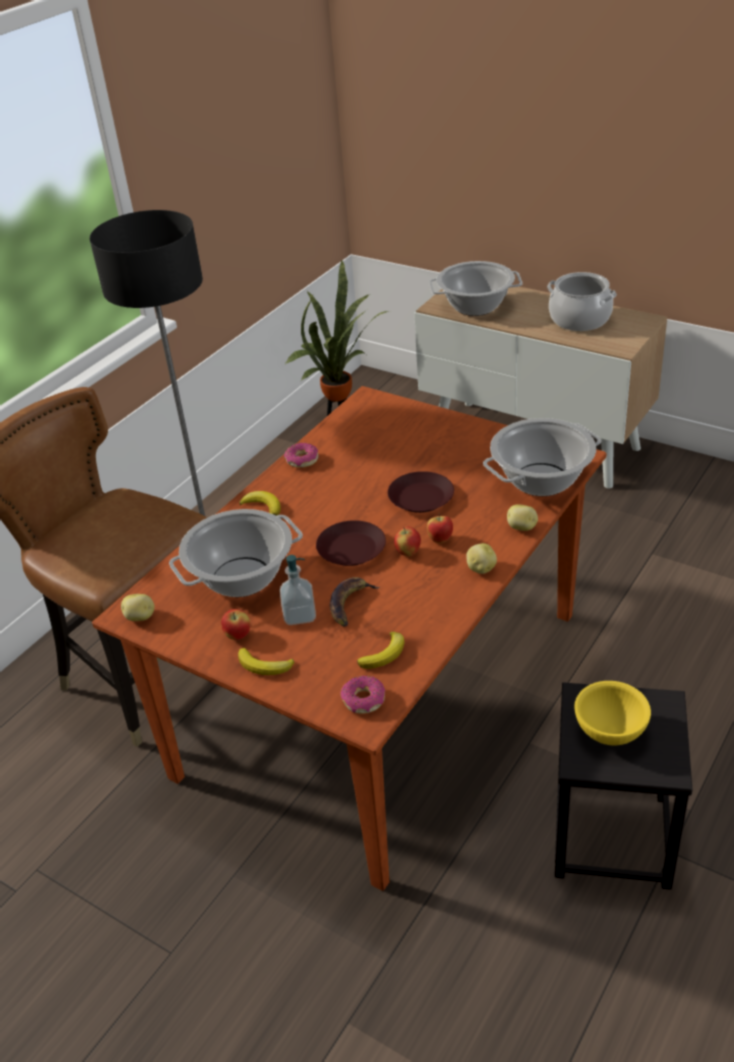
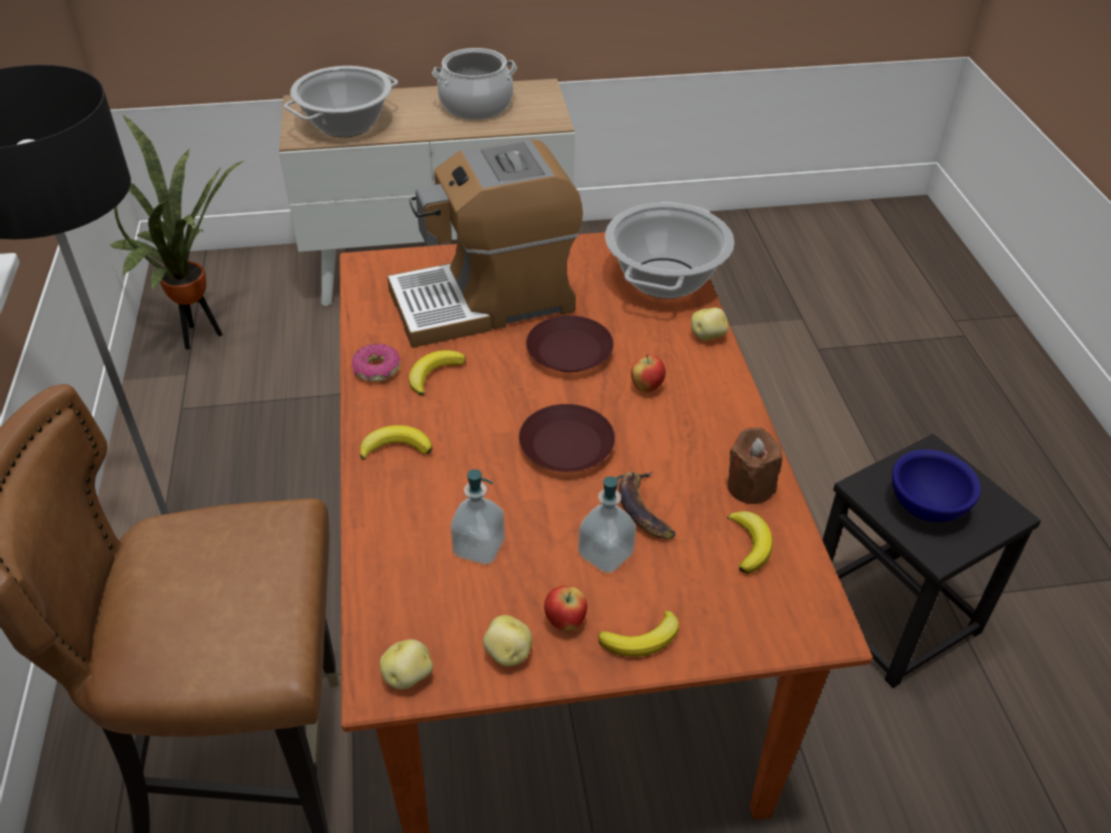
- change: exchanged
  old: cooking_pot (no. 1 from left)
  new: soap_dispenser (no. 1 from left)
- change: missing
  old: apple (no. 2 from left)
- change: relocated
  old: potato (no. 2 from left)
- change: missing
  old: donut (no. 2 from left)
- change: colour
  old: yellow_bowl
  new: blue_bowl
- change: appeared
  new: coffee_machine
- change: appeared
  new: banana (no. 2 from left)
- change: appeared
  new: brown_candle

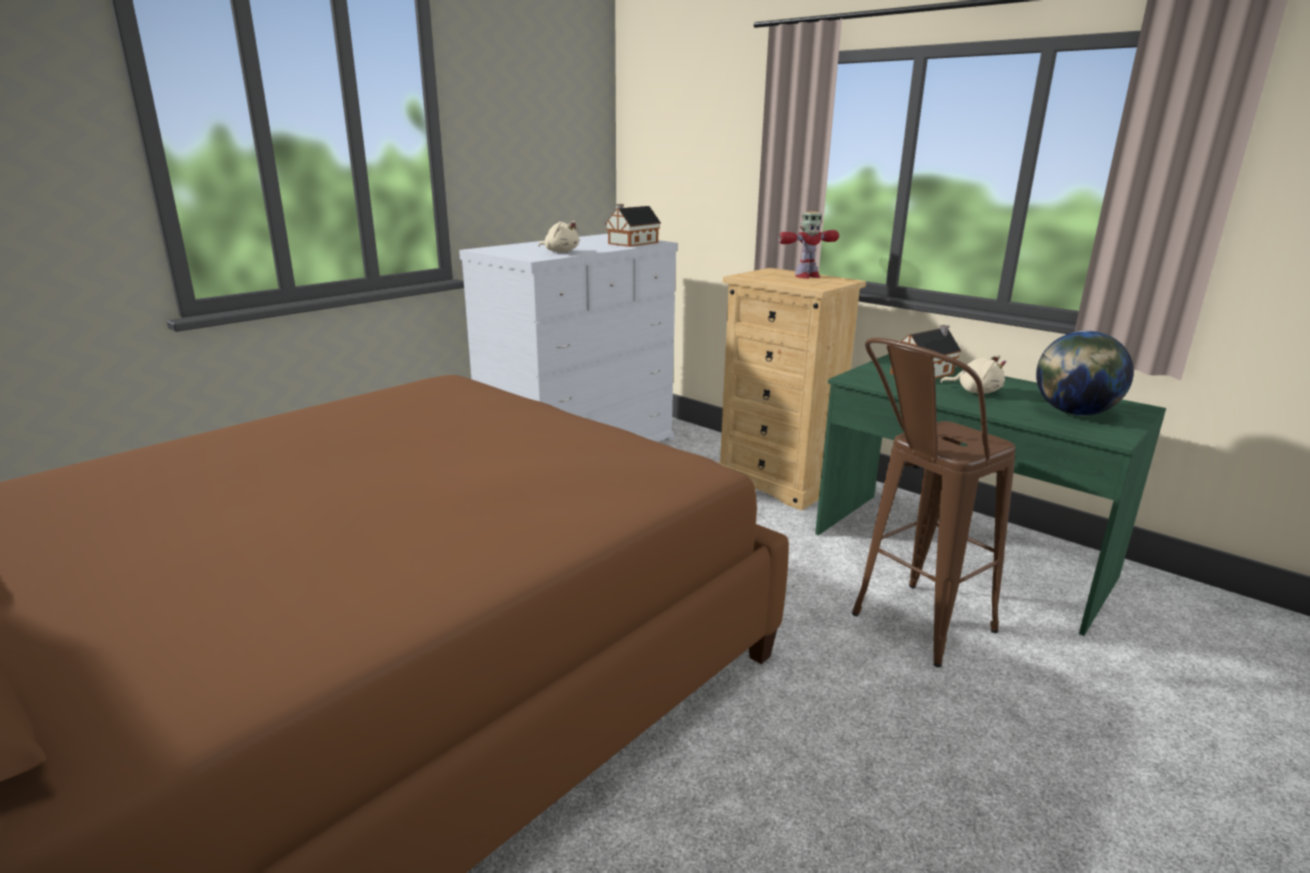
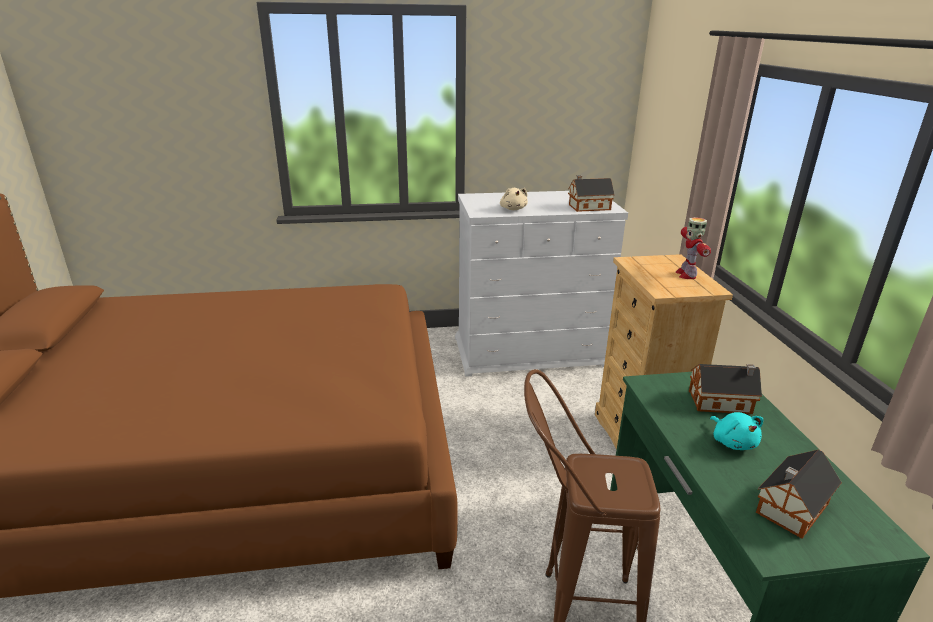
- change: spun
  old: toy_robot
  degrees: 75
- change: exchanged
  old: globe
  new: toy_house (no. 3 from left)
- change: colour
  old: beige_plush_toy (no. 2 from left)
  new: turquoise_plush_toy

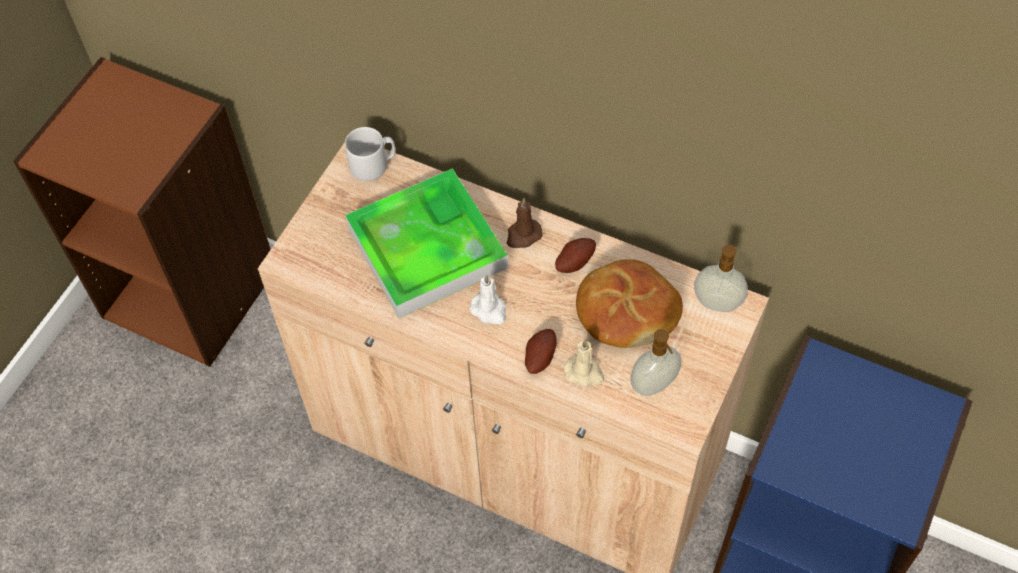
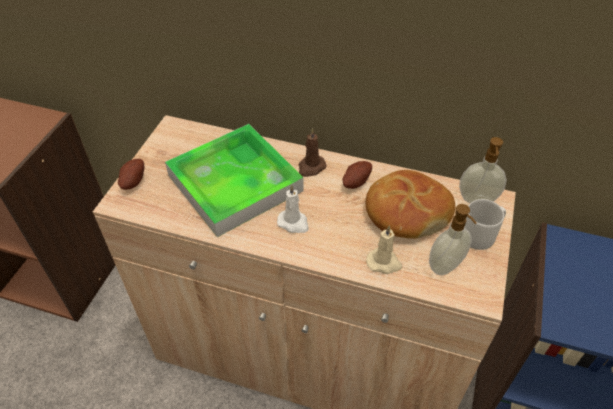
- change: relocated
  old: grey_mug
- change: relocated
  old: potato (no. 1 from left)

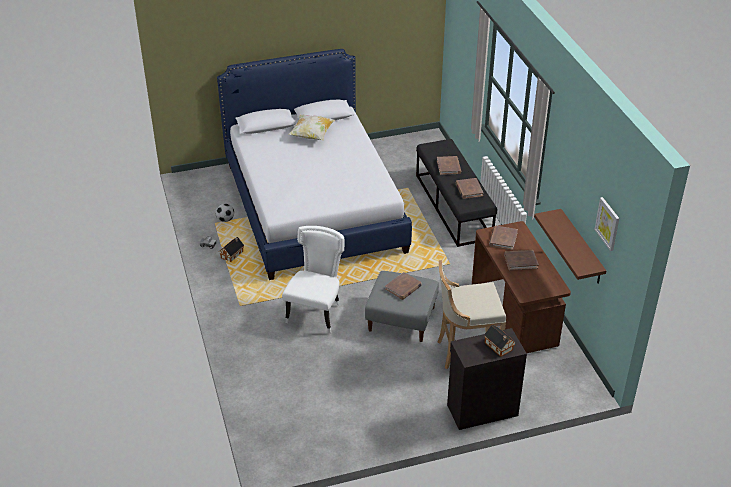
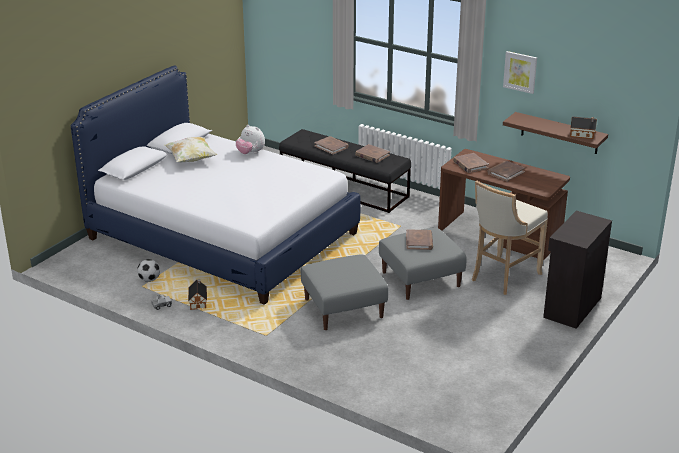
- change: relocated
  old: picture
- change: exchanged
  old: white_chair
  new: grey_ottoman (no. 1 from left)
- change: relocated
  old: toy_house (no. 2 from left)
- change: appeared
  new: plush_toy

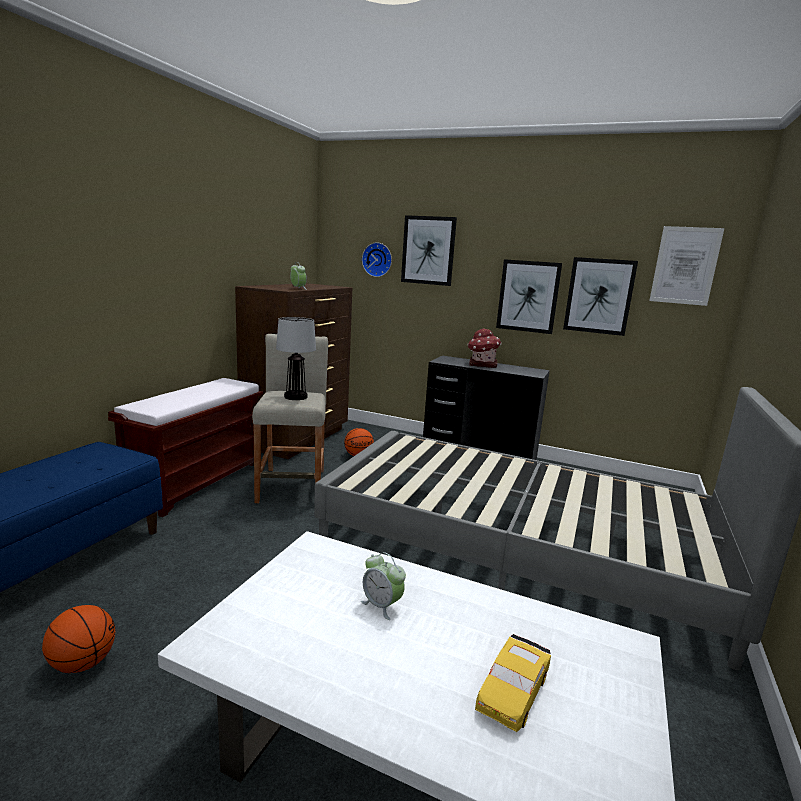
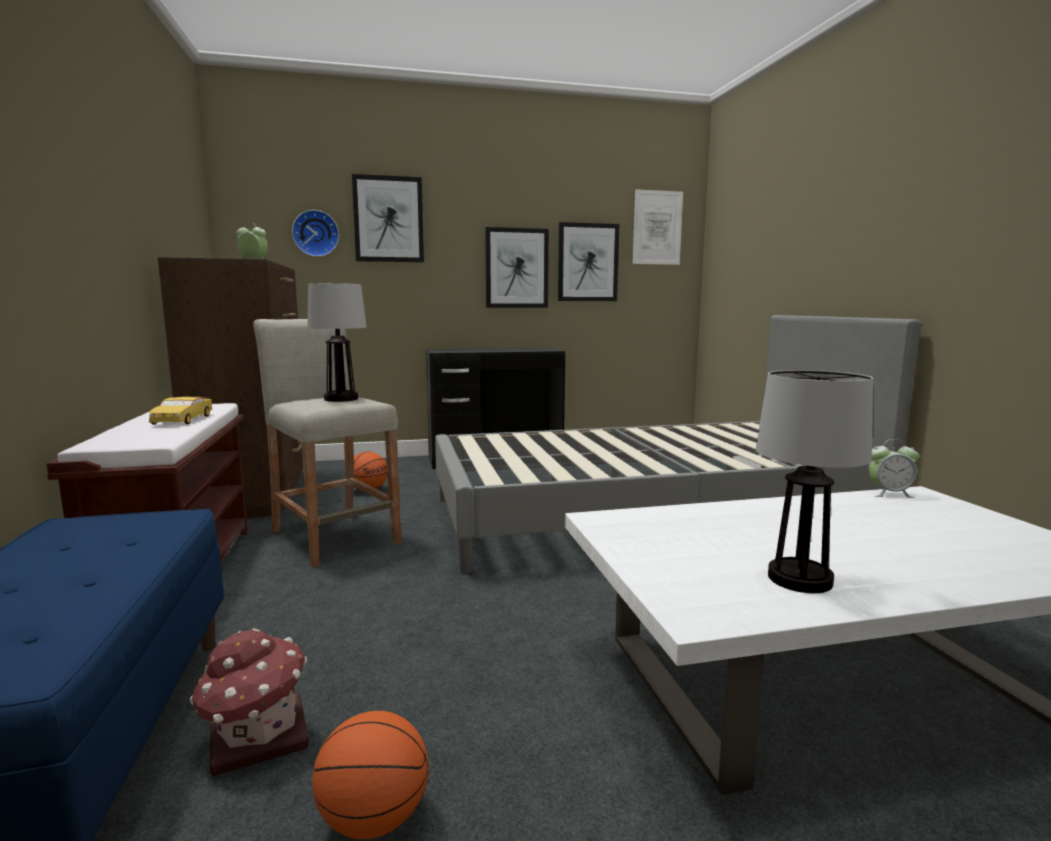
- change: relocated
  old: toy_house
- change: relocated
  old: alarm_clock (no. 2 from left)
- change: relocated
  old: yellow_toy_car
- change: appeared
  new: table_lamp (no. 2 from left)

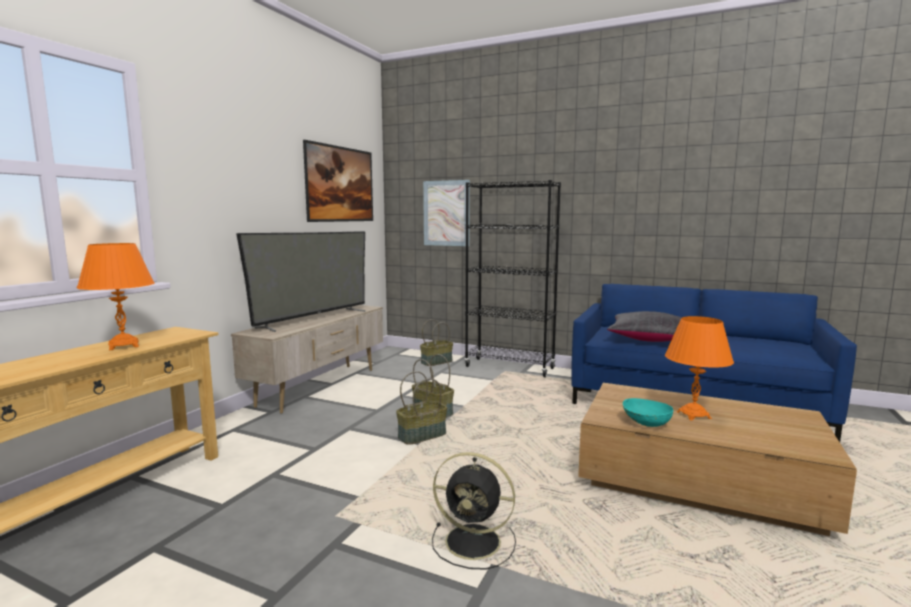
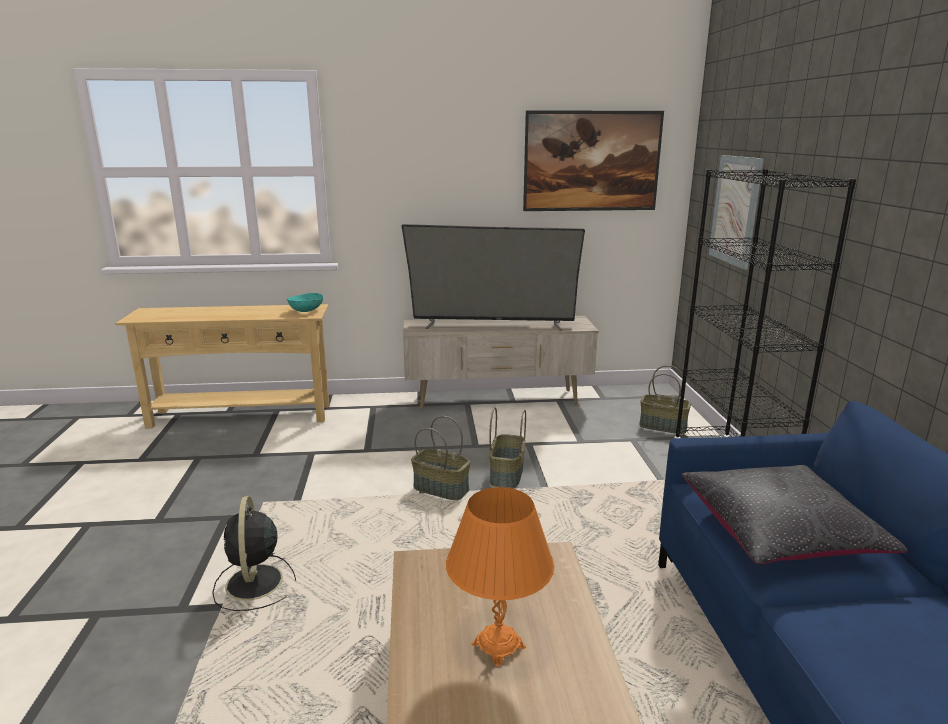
- change: missing
  old: orange_table_lamp (no. 1 from left)
- change: relocated
  old: turquoise_bowl

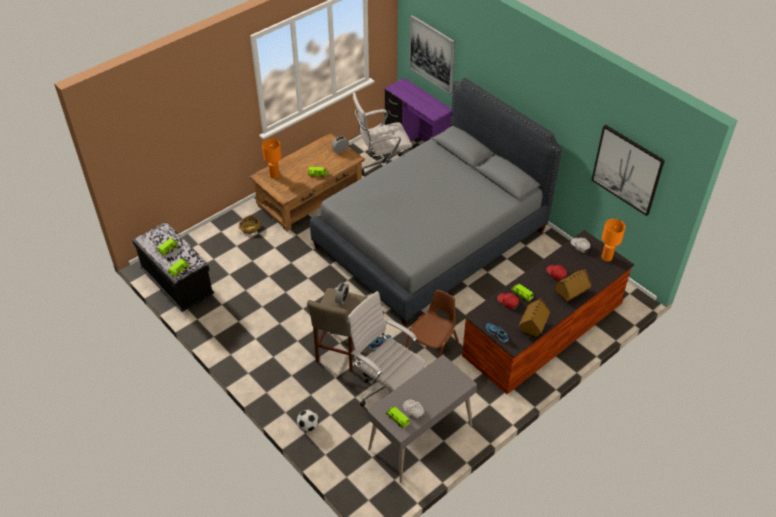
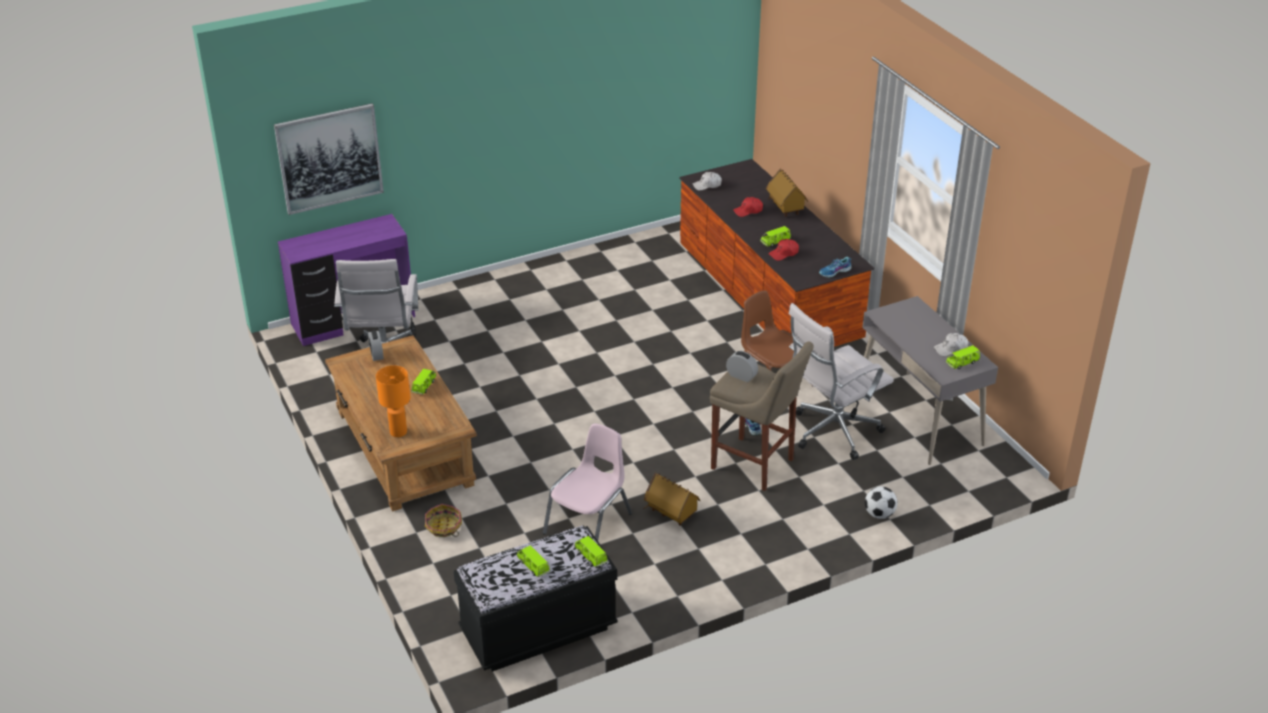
- change: missing
  old: grey_bed
- change: missing
  old: picture (no. 2 from left)
- change: missing
  old: orange_table_lamp (no. 2 from left)
- change: relocated
  old: toy_house (no. 1 from left)
- change: appeared
  new: pink_chair

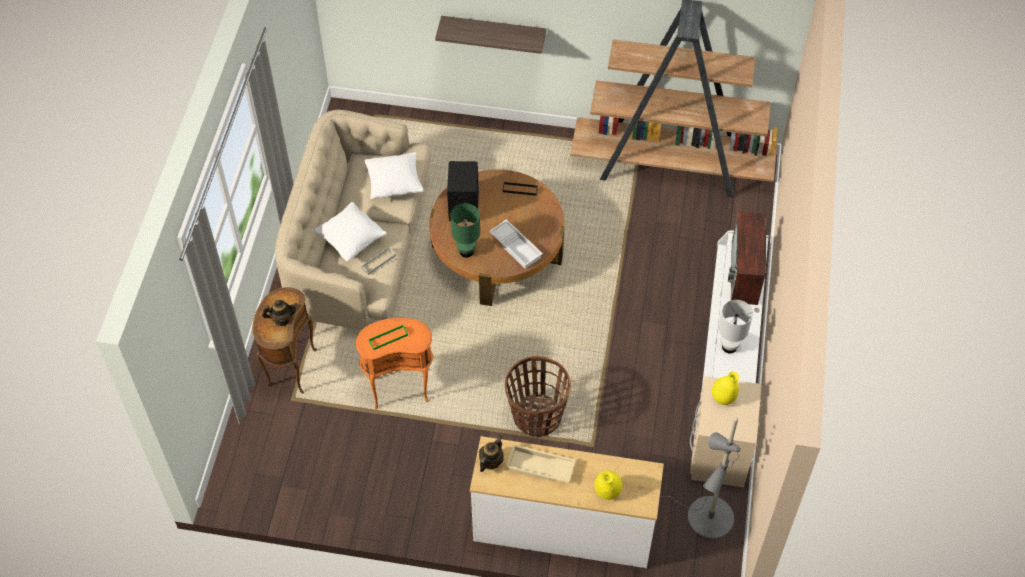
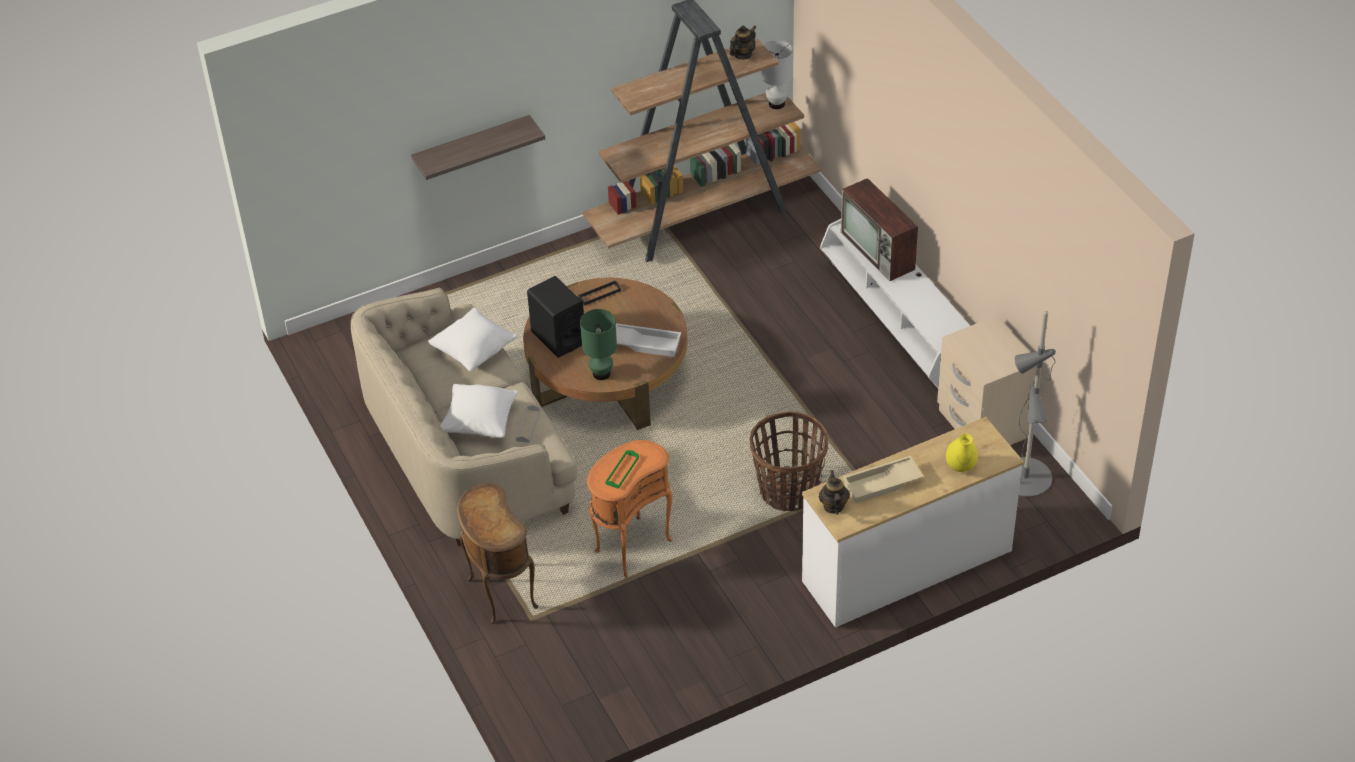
- change: relocated
  old: teapot (no. 1 from left)
- change: relocated
  old: white_table_lamp
- change: missing
  old: yellow_vase (no. 2 from left)

